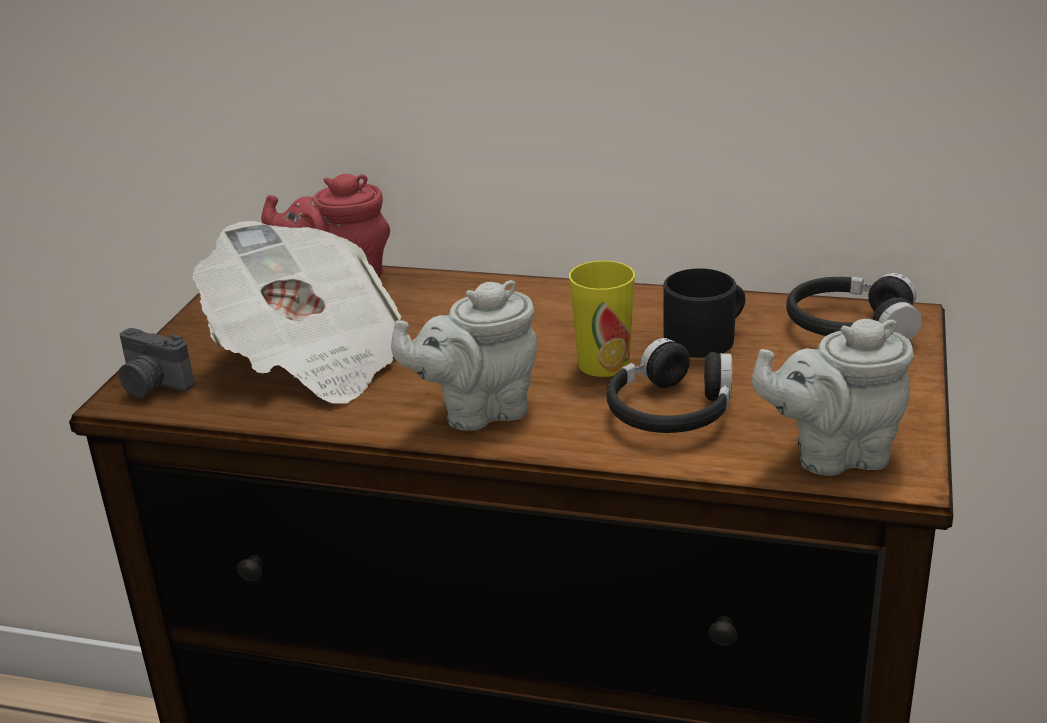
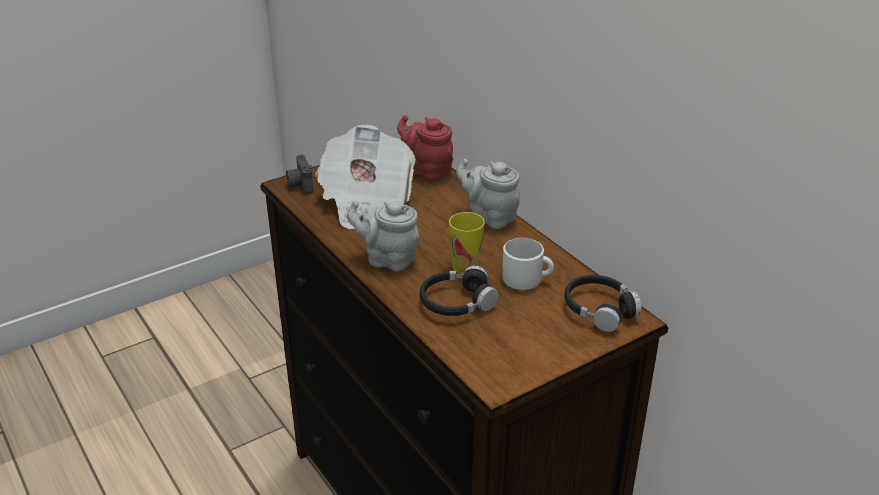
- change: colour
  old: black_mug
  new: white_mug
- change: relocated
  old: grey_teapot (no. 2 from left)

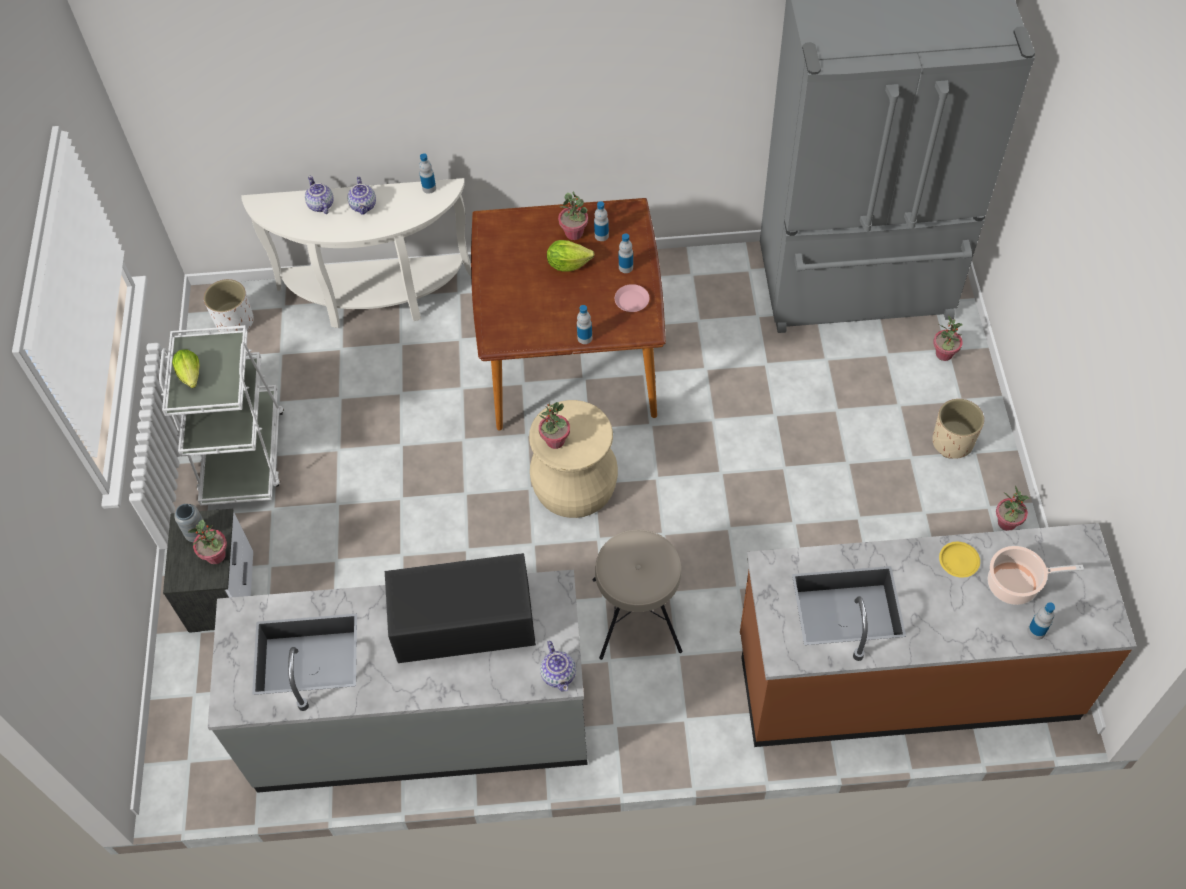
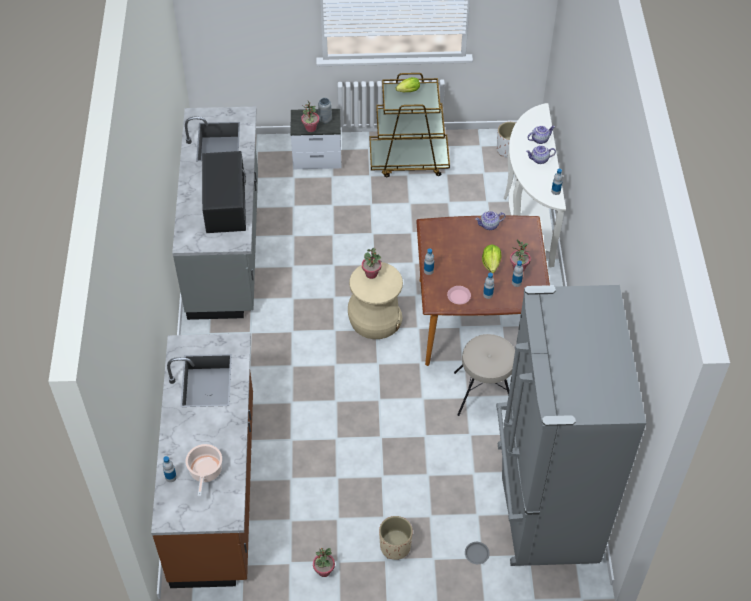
- change: exchanged
  old: potted_plant (no. 4 from left)
  new: grey_plate
- change: colour
  old: white_cart
  new: brown_cart
- change: relocated
  old: beige_stool (no. 2 from left)
- change: missing
  old: yellow_plate
- change: relocated
  old: teapot (no. 3 from left in the first image)
  new: teapot (no. 1 from left)

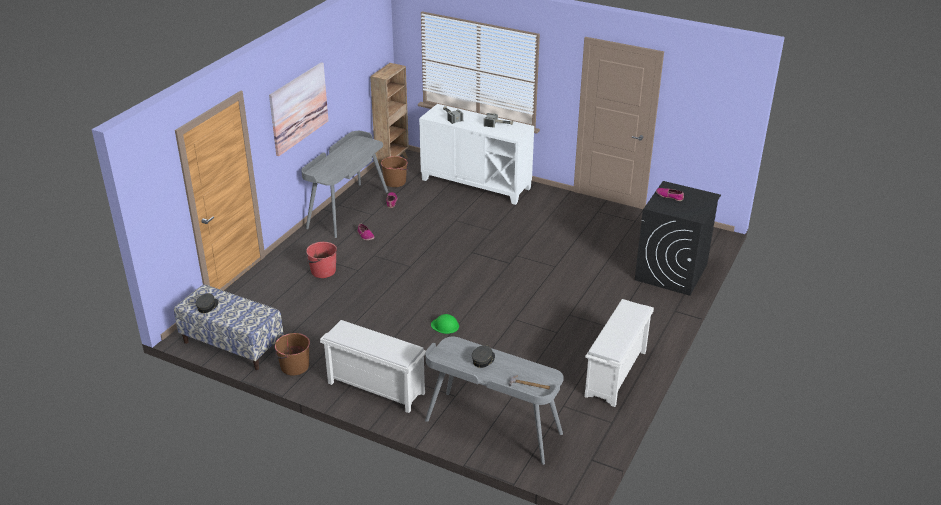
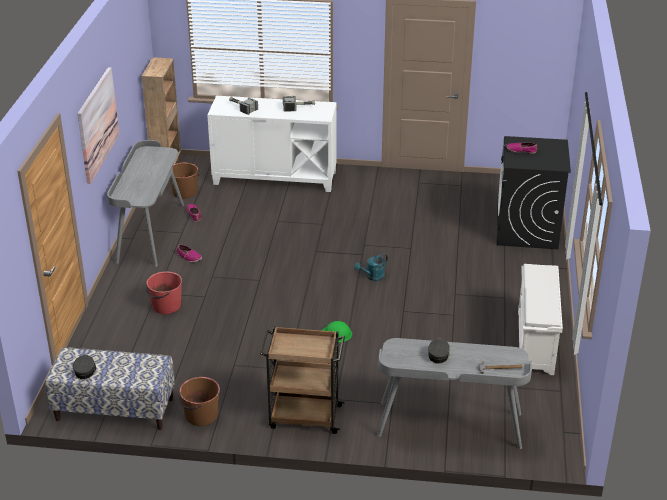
- change: exchanged
  old: white_shoe_rack (no. 1 from left)
  new: brown_cart
- change: appeared
  new: turquoise_watering_can

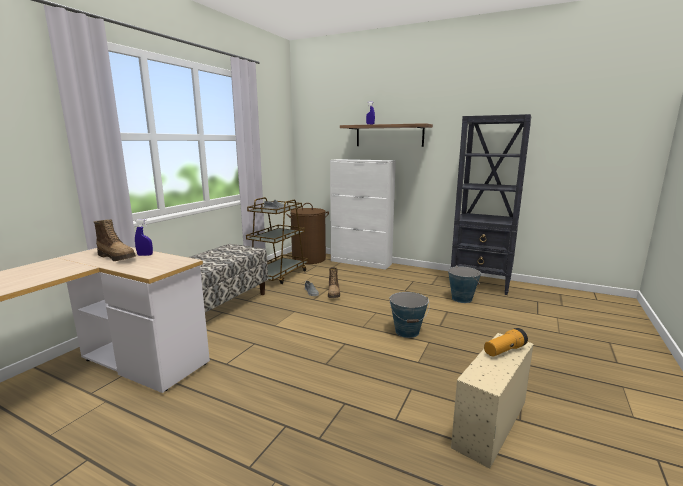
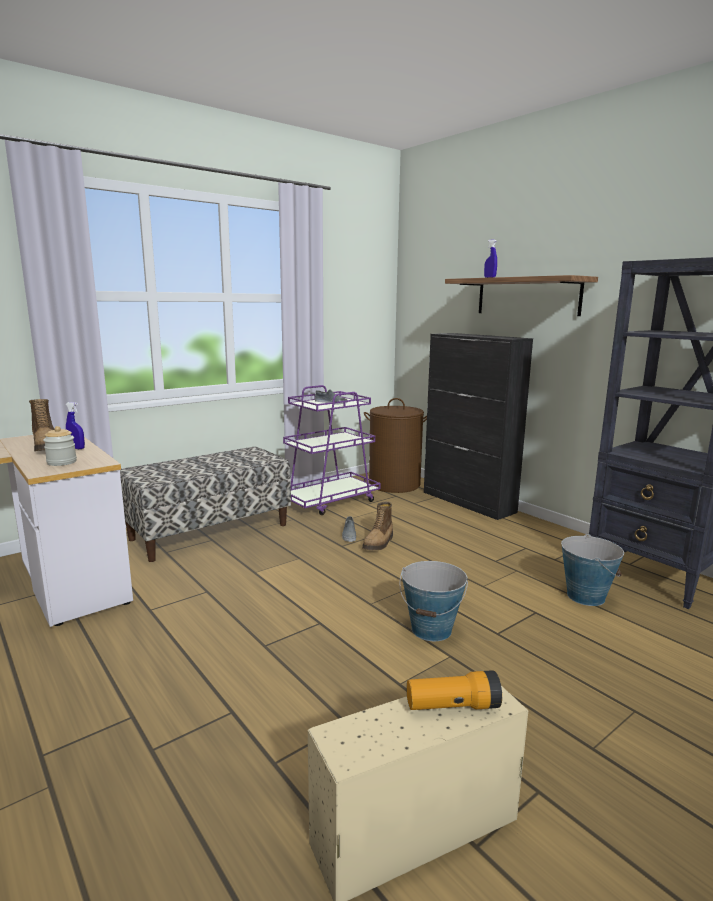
- change: colour
  old: white_cabinet
  new: black_cabinet
- change: colour
  old: brown_cart
  new: purple_cart
- change: appeared
  new: jar

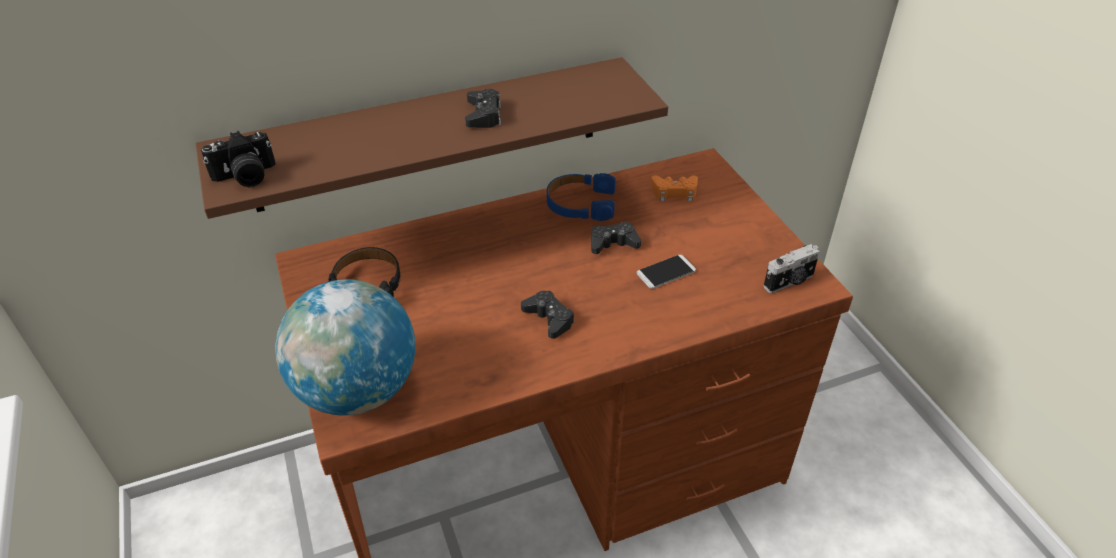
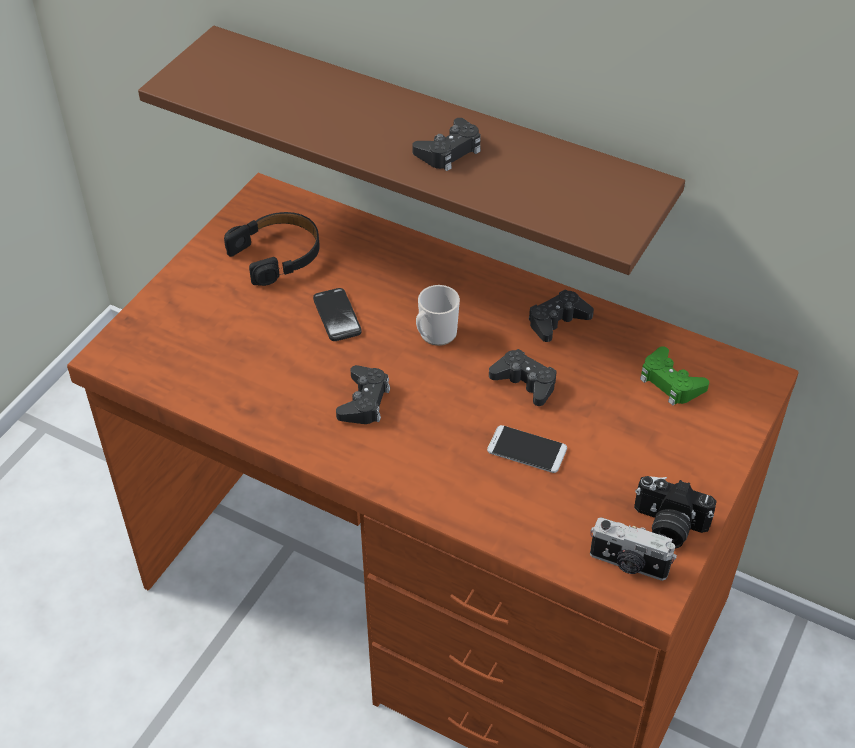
- change: relocated
  old: photo_camera (no. 1 from left in the first image)
  new: photo_camera (no. 2 from left)
- change: exchanged
  old: blue_headphones
  new: black_game_controller (no. 4 from left)
- change: colour
  old: orange_game_controller
  new: green_game_controller
- change: missing
  old: globe
- change: appeared
  new: mug
- change: appeared
  new: phone (no. 1 from left)

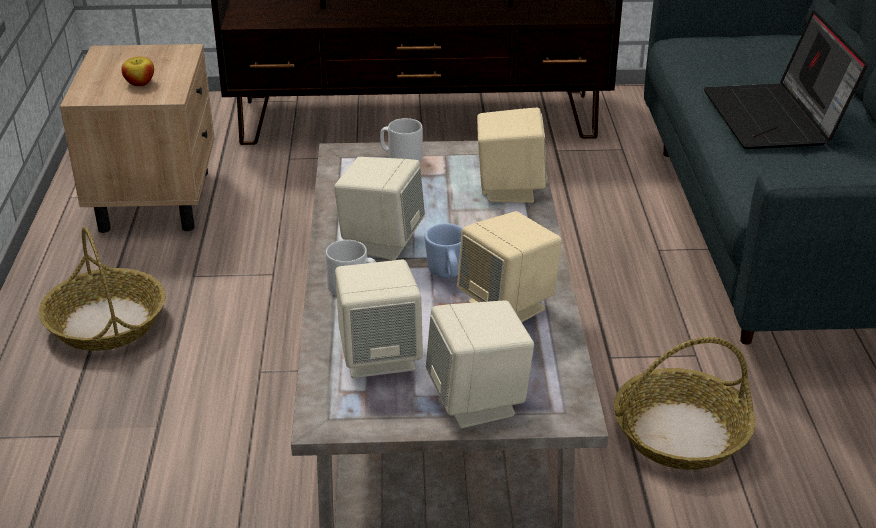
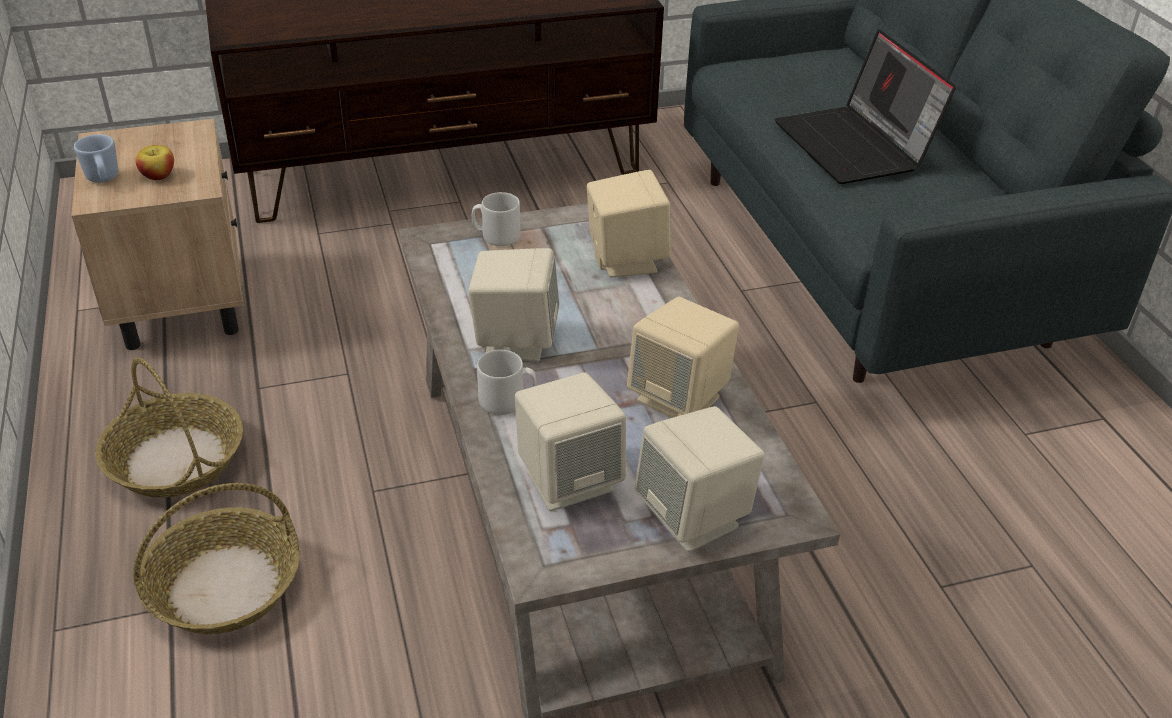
- change: relocated
  old: blue_mug
- change: relocated
  old: basket (no. 2 from left)

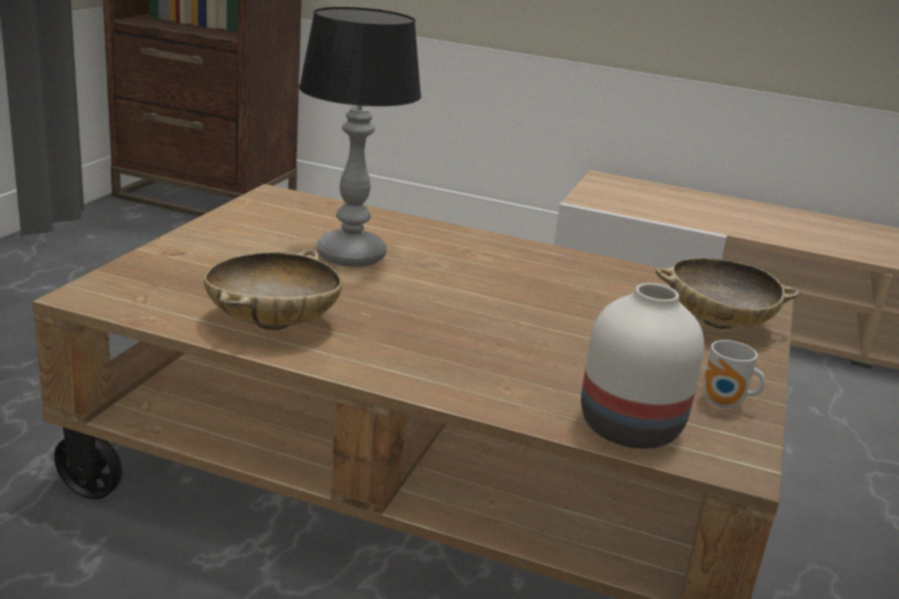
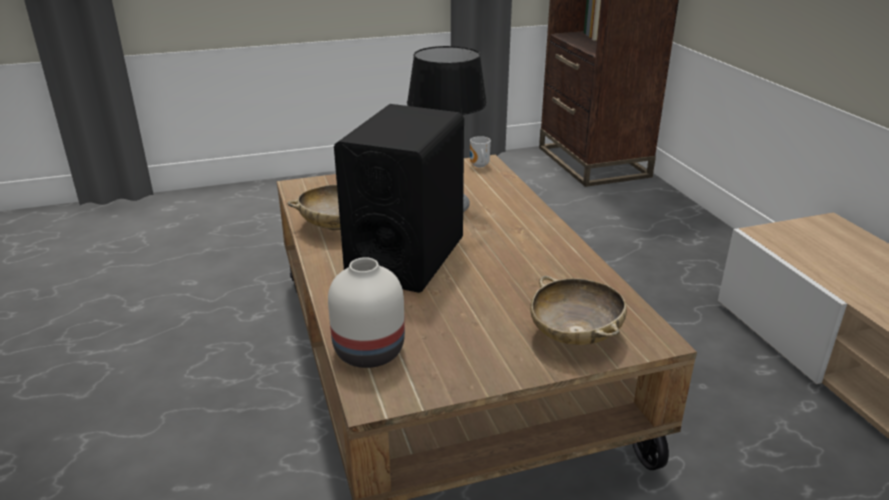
- change: relocated
  old: mug
- change: appeared
  new: black_speaker

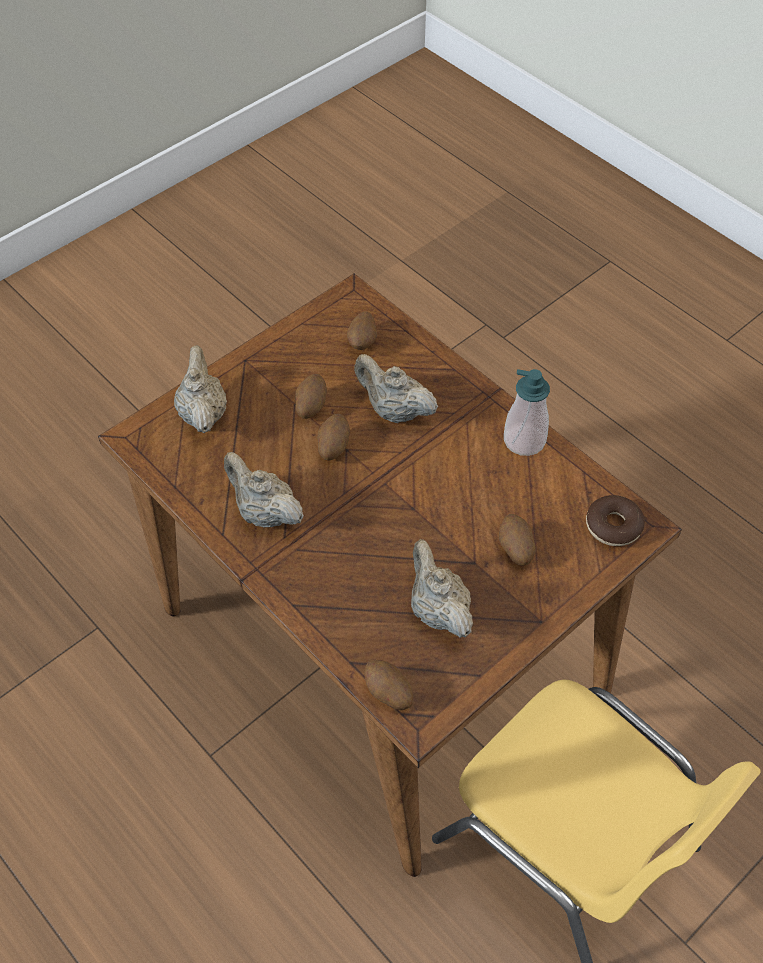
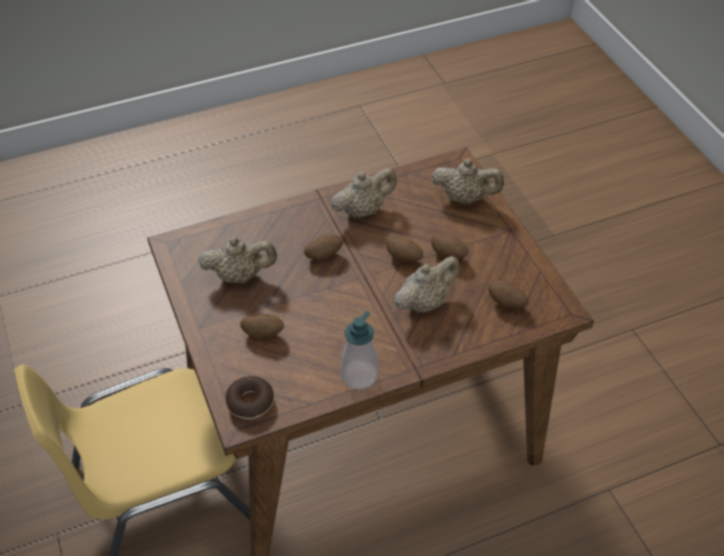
- change: relocated
  old: potato (no. 4 from left in the first image)
  new: potato (no. 2 from left)

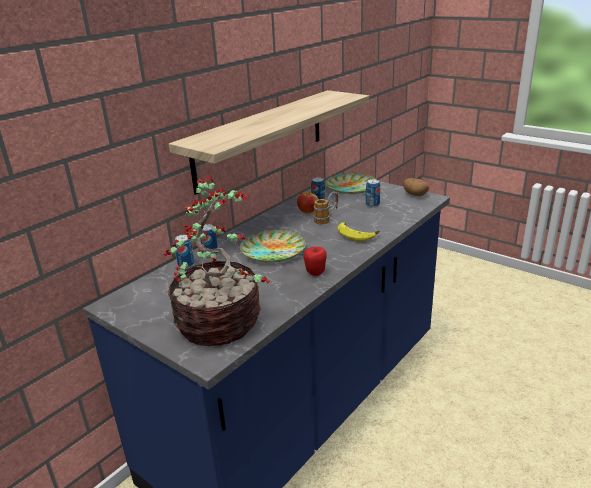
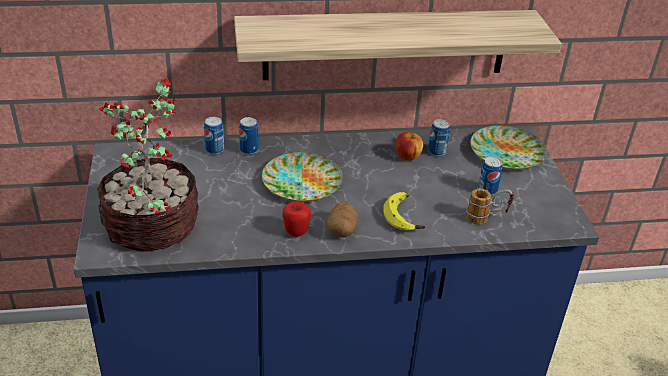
- change: relocated
  old: potato
- change: relocated
  old: mug

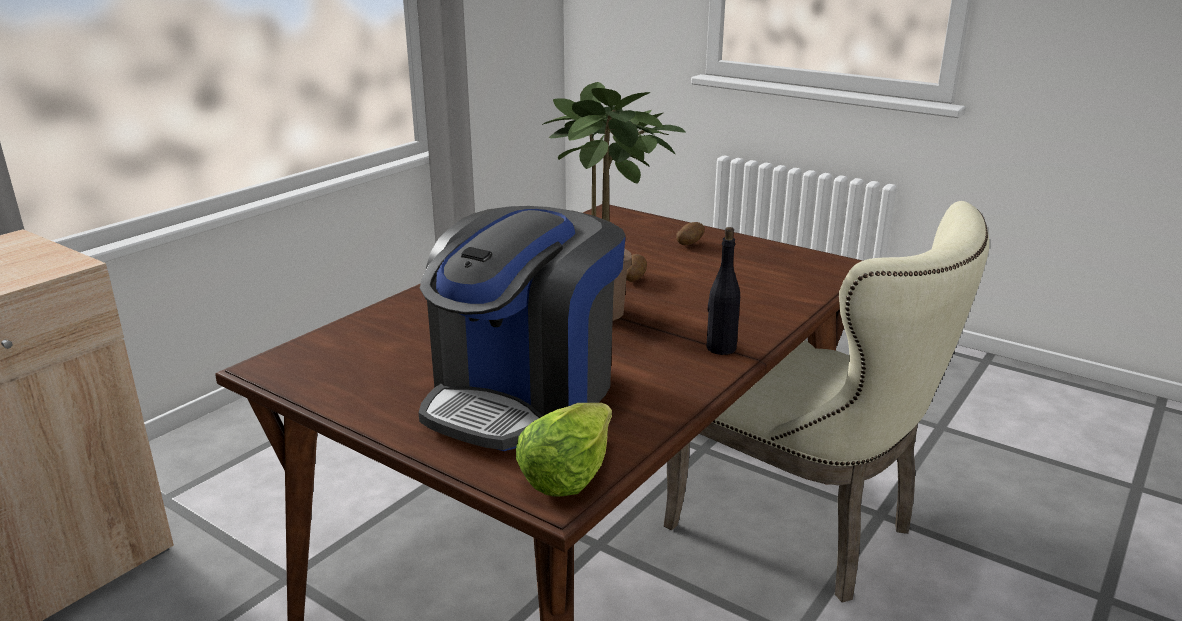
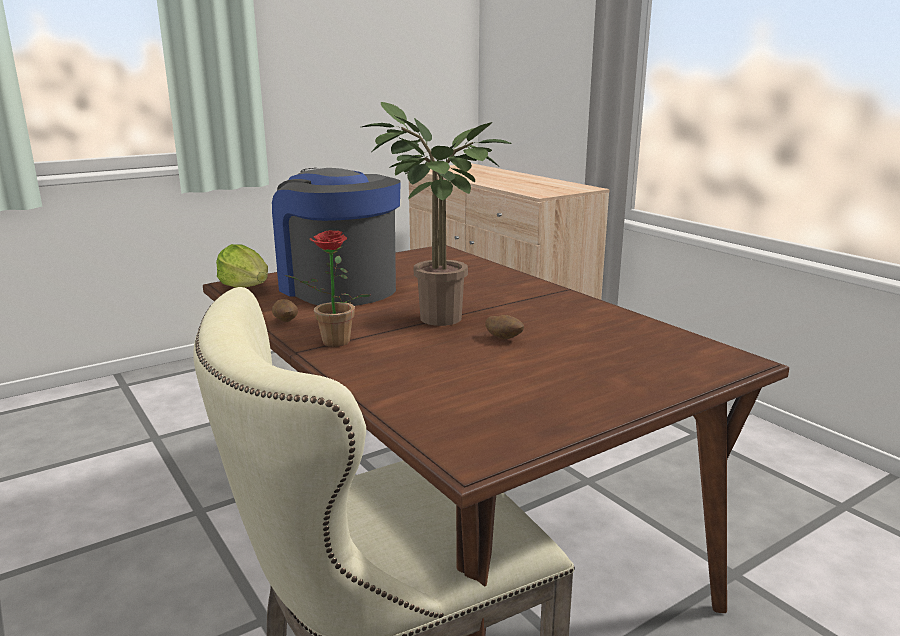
- change: relocated
  old: potato (no. 2 from left in the first image)
  new: potato (no. 1 from left)
- change: exchanged
  old: black_bottle
  new: potted_plant (no. 1 from left)

